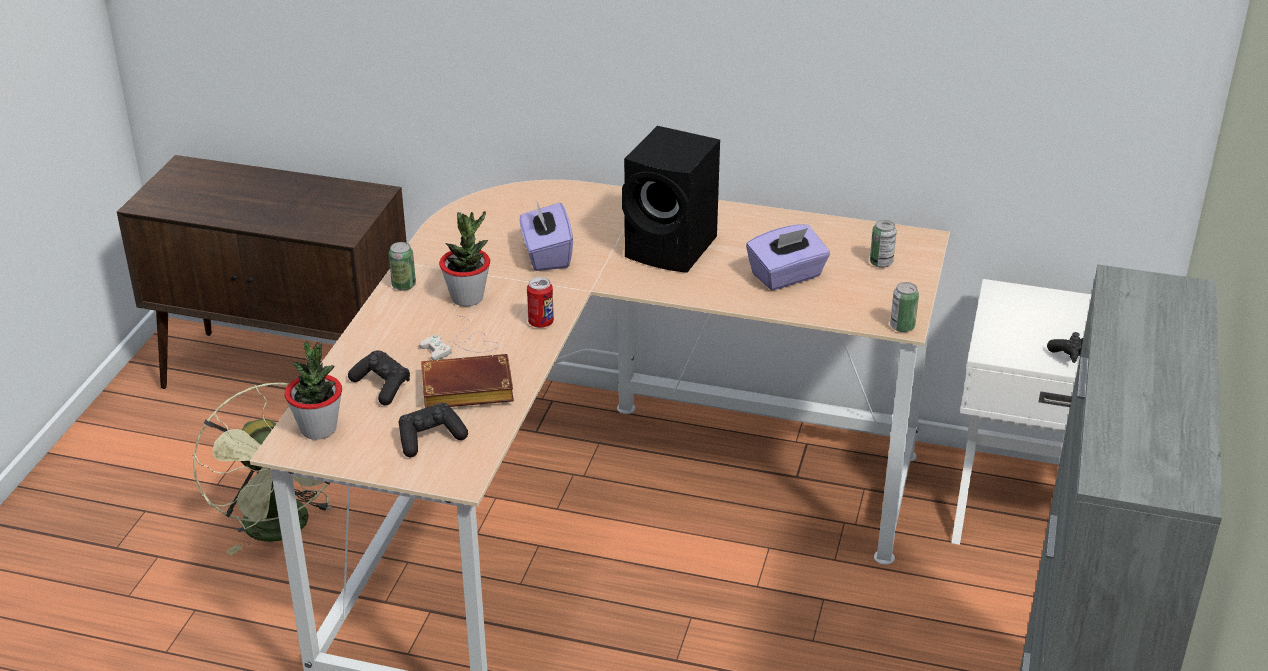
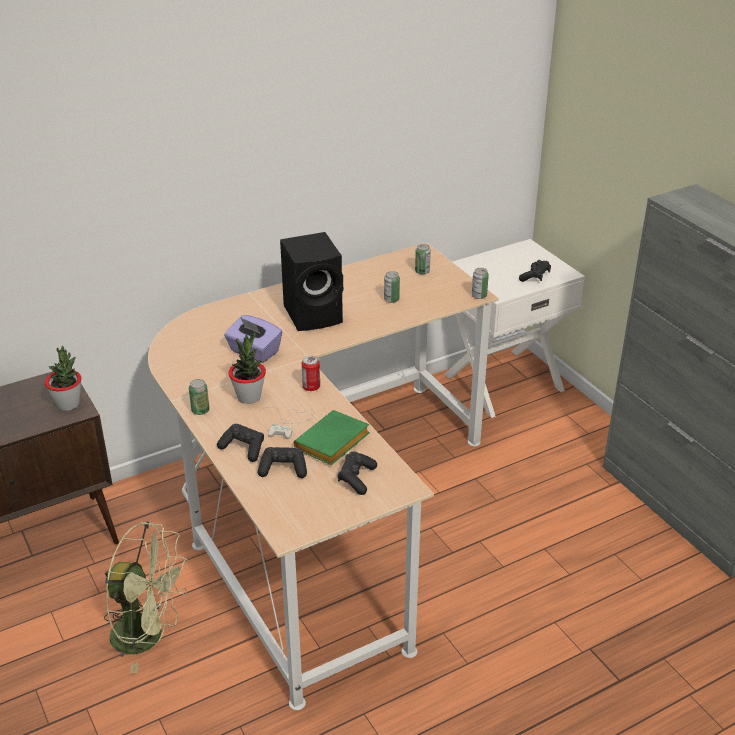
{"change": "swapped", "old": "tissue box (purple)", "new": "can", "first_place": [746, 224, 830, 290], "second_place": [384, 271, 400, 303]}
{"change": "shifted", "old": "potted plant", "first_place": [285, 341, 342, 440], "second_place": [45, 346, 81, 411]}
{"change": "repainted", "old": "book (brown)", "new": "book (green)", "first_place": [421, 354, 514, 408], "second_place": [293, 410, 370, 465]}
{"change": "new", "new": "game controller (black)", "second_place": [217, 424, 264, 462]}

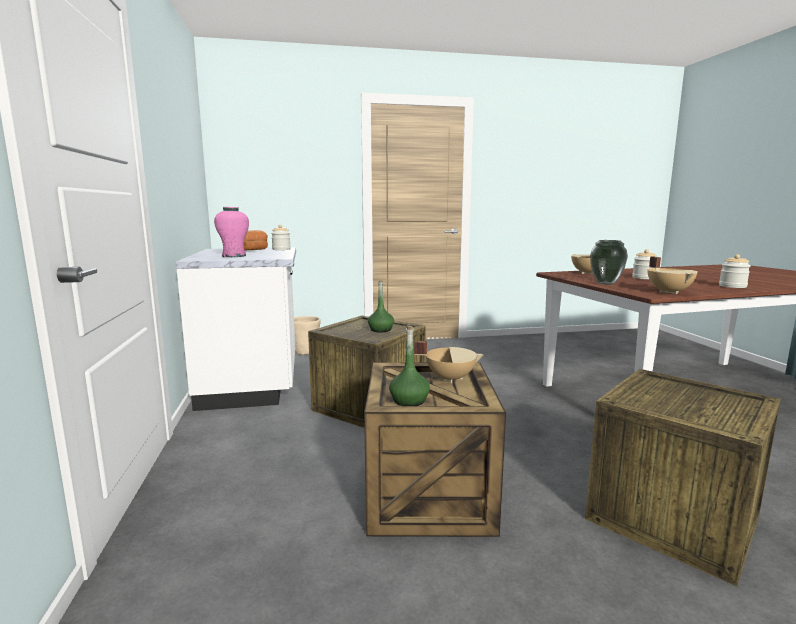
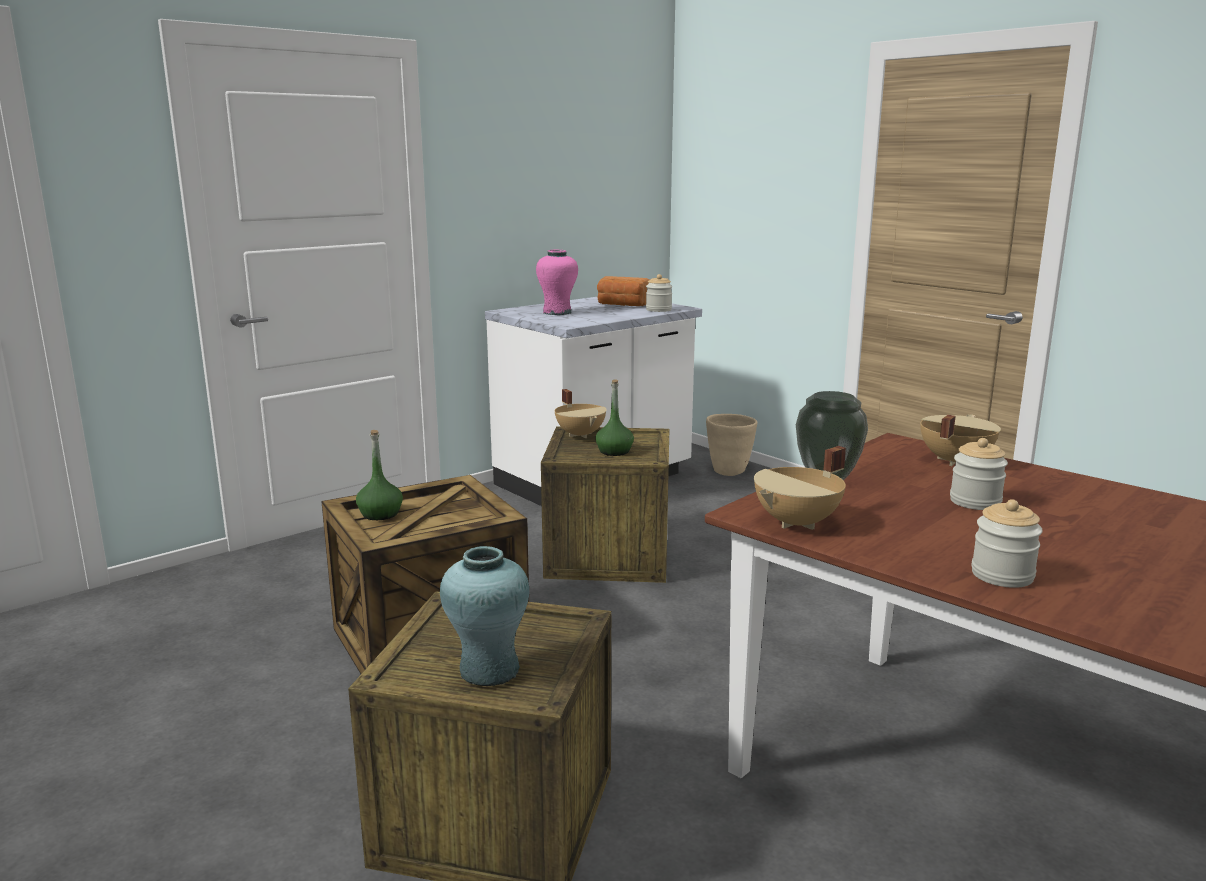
{"change": "shifted", "old": "cooking pot (beige)", "first_place": [414, 341, 484, 383], "second_place": [555, 389, 607, 438]}
{"change": "new", "new": "vase (turquoise)", "second_place": [440, 546, 529, 686]}

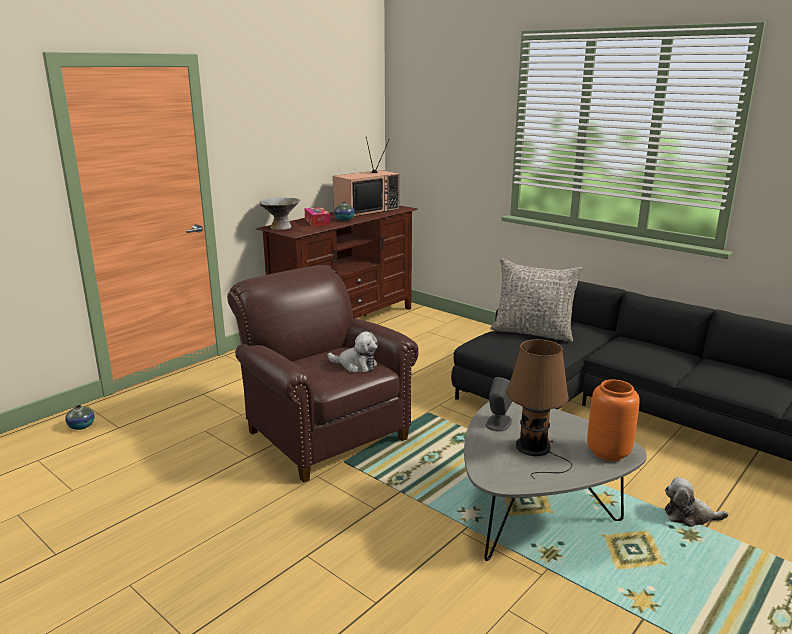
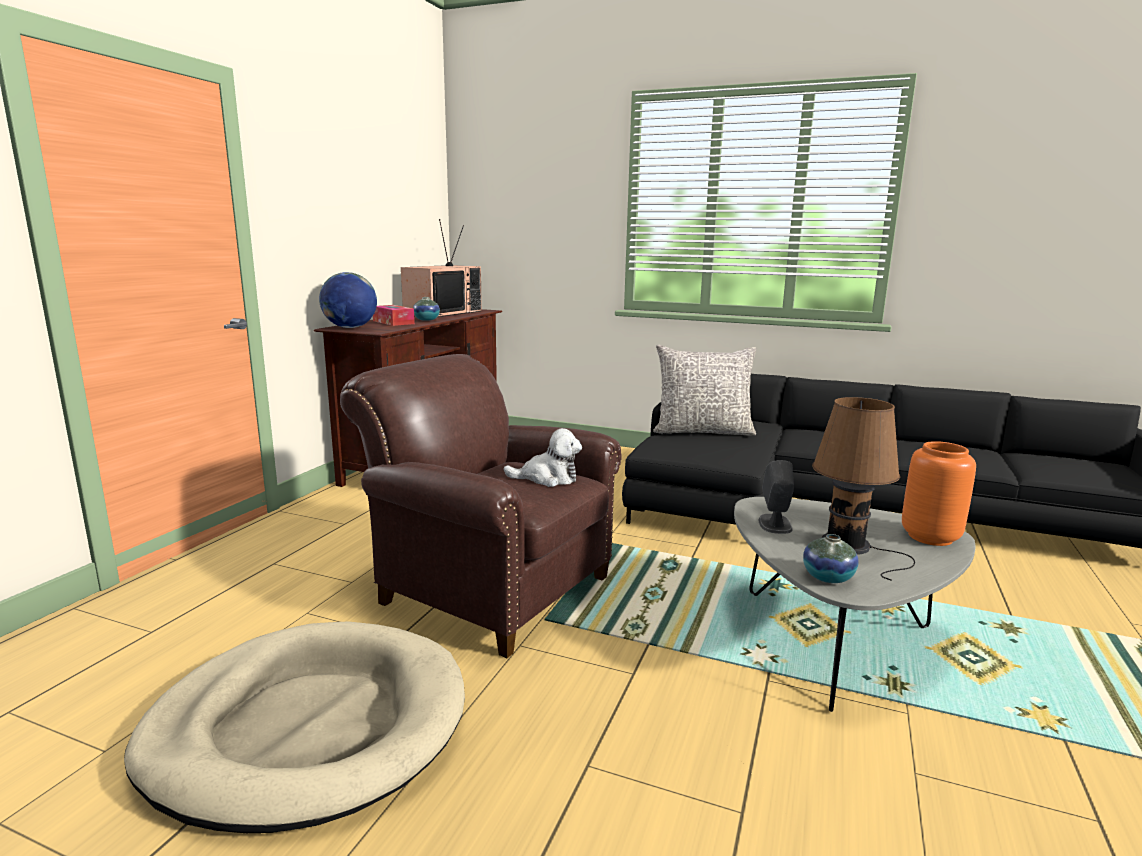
{"change": "swapped", "old": "bowl (grey)", "new": "globe", "first_place": [259, 198, 300, 230], "second_place": [319, 272, 377, 328]}
{"change": "shifted", "old": "vase", "first_place": [65, 405, 94, 430], "second_place": [803, 534, 859, 583]}
{"change": "gone", "old": "plush toy", "first_place": [665, 477, 729, 527]}
{"change": "new", "new": "dog bed (beige)", "second_place": [124, 621, 465, 833]}

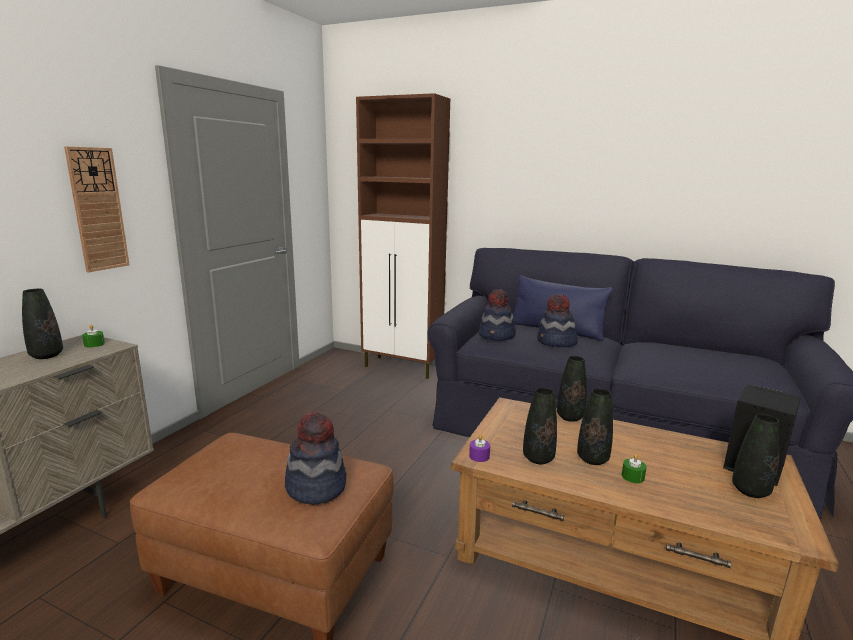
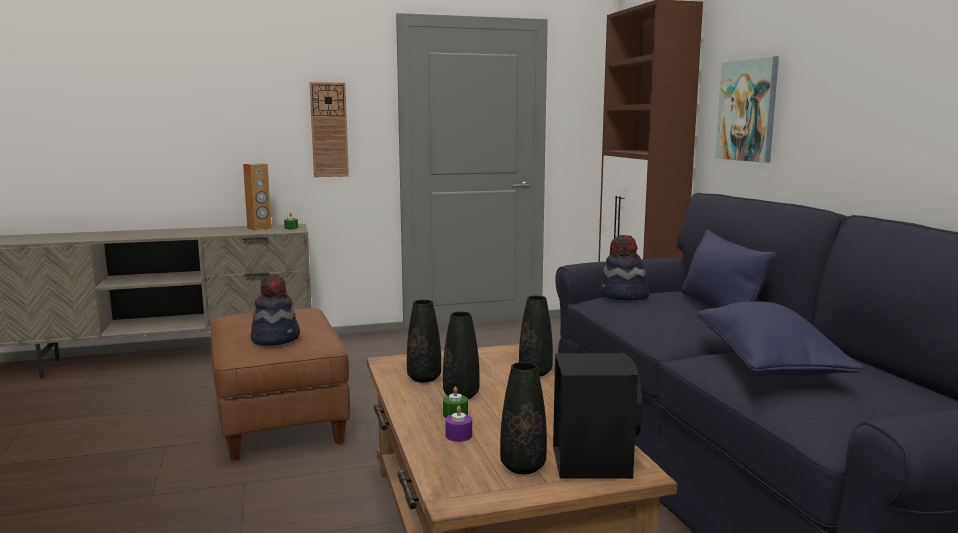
{"change": "swapped", "old": "vase (black)", "new": "speaker (brown)", "first_place": [22, 289, 63, 359], "second_place": [243, 163, 272, 230]}
{"change": "gone", "old": "hat", "first_place": [537, 294, 578, 347]}
{"change": "shifted", "old": "candle (purple)", "first_place": [469, 434, 490, 462], "second_place": [445, 405, 472, 442]}
{"change": "new", "new": "picture", "second_place": [715, 56, 779, 163]}
{"change": "new", "new": "pillow (blue)", "second_place": [697, 301, 864, 375]}

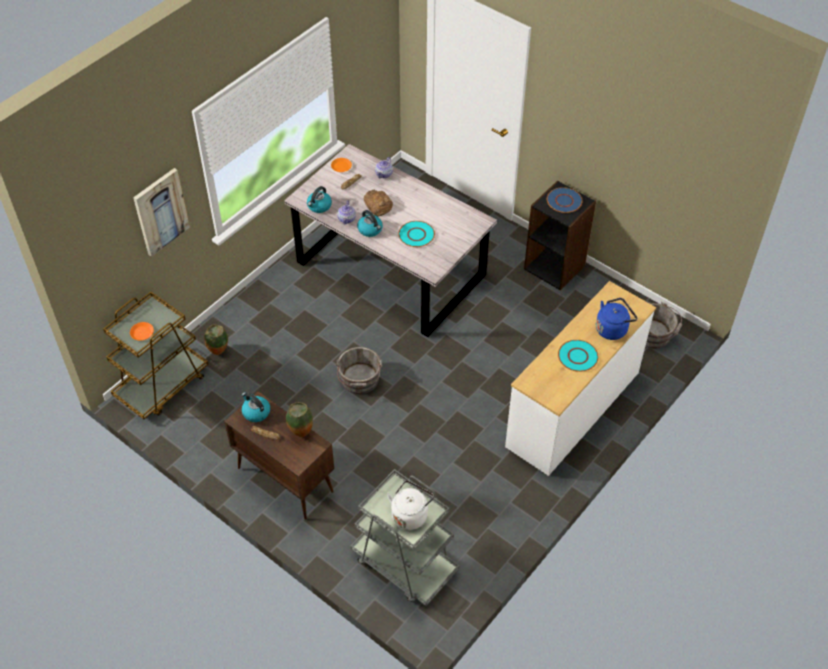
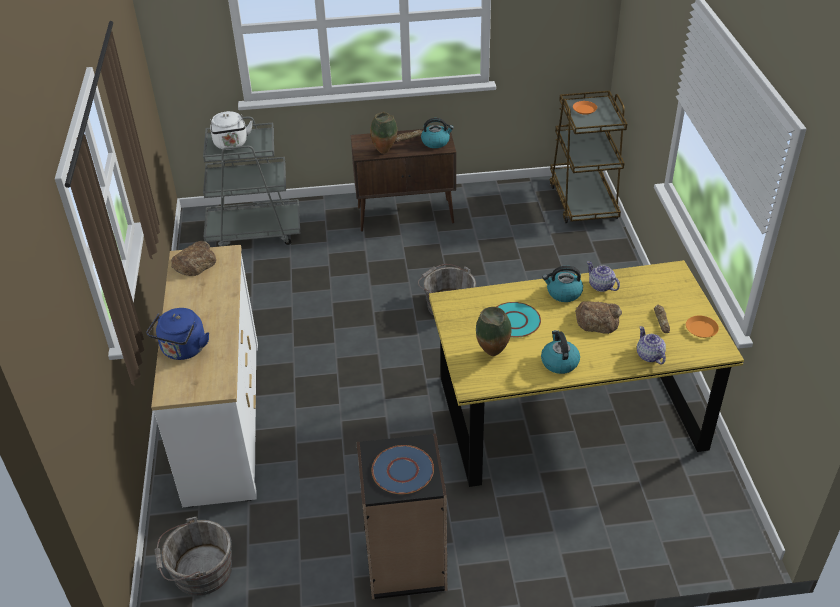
{"change": "repainted", "old": "dining table (grey)", "new": "dining table (yellow)", "first_place": [284, 144, 497, 337], "second_place": [429, 260, 744, 487]}
{"change": "gone", "old": "picture", "first_place": [133, 168, 190, 257]}
{"change": "shifted", "old": "kettle", "first_place": [307, 186, 332, 213], "second_place": [541, 330, 580, 374]}
{"change": "shifted", "old": "vase", "first_place": [204, 324, 228, 355], "second_place": [476, 307, 512, 356]}
{"change": "gone", "old": "plate (turquoise)", "first_place": [558, 340, 598, 372]}
{"change": "new", "new": "bread", "second_place": [171, 241, 216, 276]}

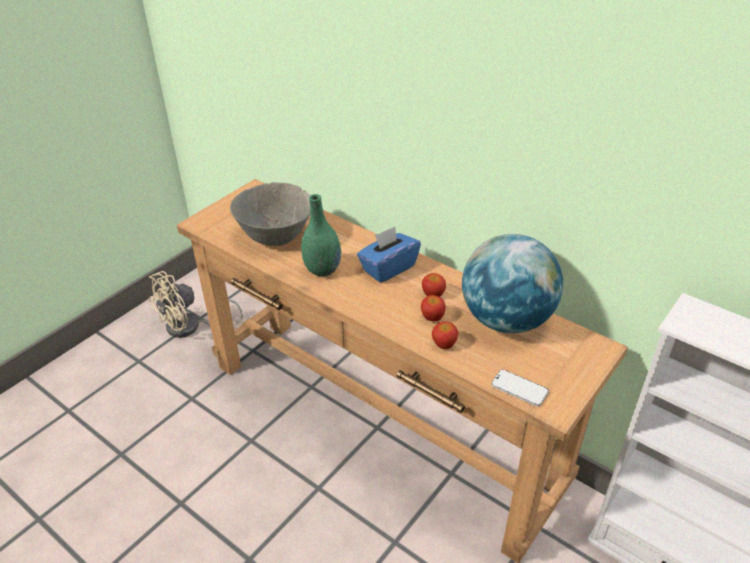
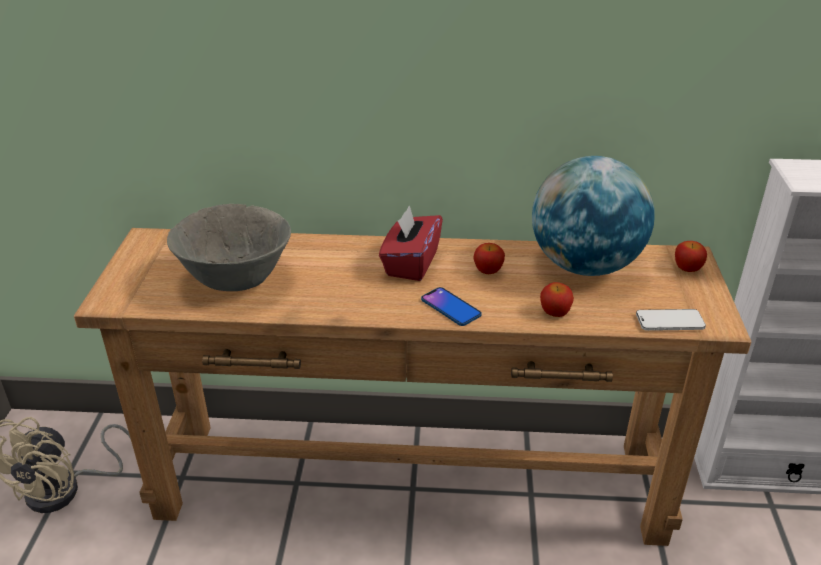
{"change": "gone", "old": "vase (green)", "first_place": [301, 194, 341, 276]}
{"change": "repainted", "old": "tissue box (blue)", "new": "tissue box (red)", "first_place": [357, 226, 421, 283], "second_place": [379, 205, 443, 281]}
{"change": "shifted", "old": "apple", "first_place": [421, 295, 446, 321], "second_place": [675, 241, 707, 272]}
{"change": "new", "new": "phone", "second_place": [421, 287, 482, 326]}

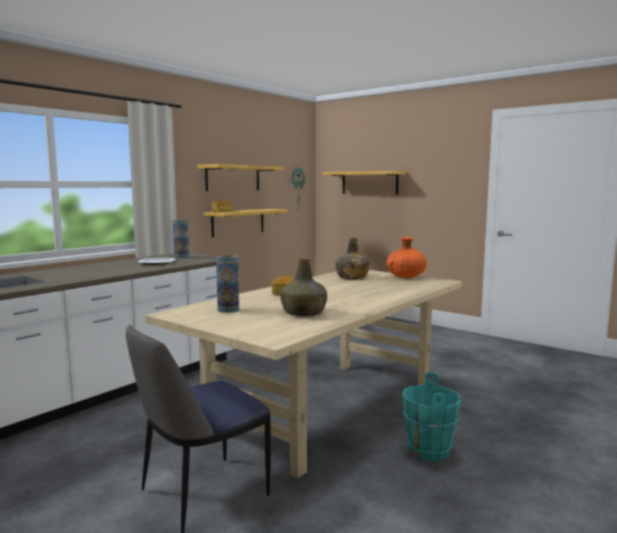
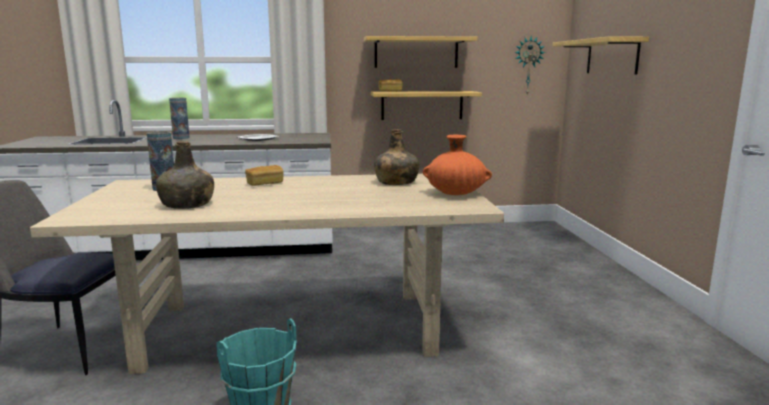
{"change": "shifted", "old": "vase", "first_place": [172, 219, 189, 258], "second_place": [169, 98, 190, 139]}

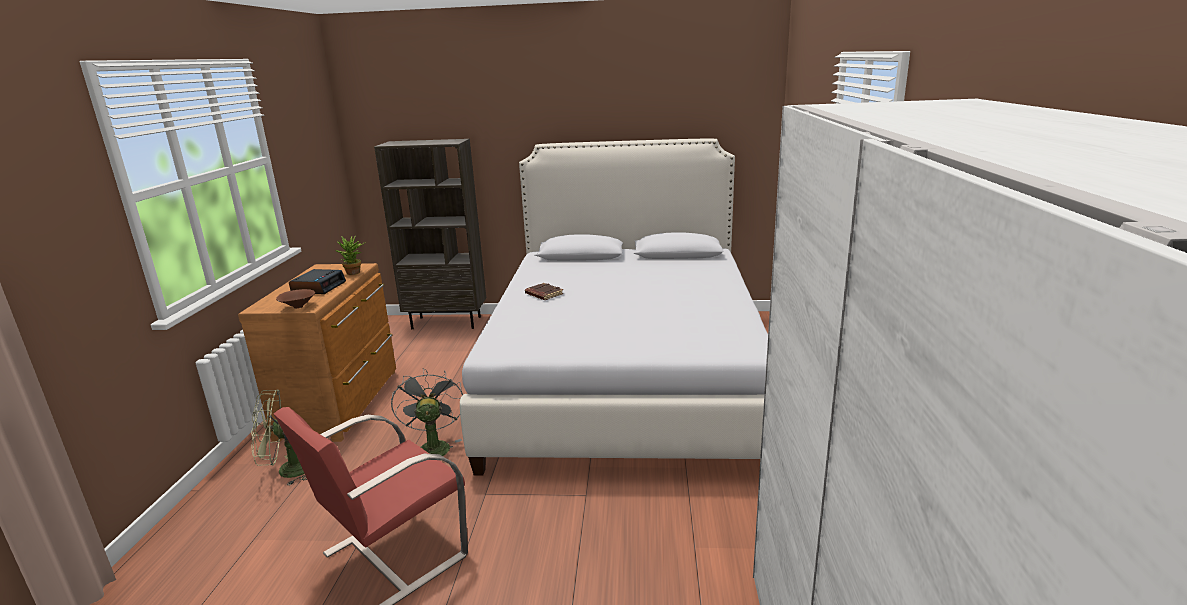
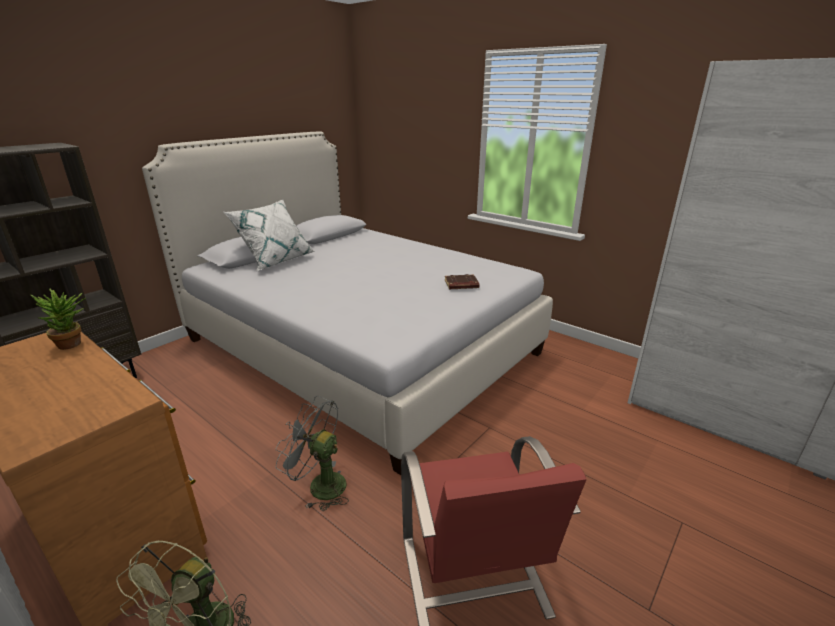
{"change": "gone", "old": "alarm clock", "first_place": [289, 269, 346, 294]}
{"change": "shifted", "old": "book (brown)", "first_place": [525, 283, 563, 300], "second_place": [445, 274, 479, 289]}
{"change": "gone", "old": "bowl (brown)", "first_place": [276, 289, 315, 309]}
{"change": "new", "new": "pillow (white)", "second_place": [224, 200, 315, 271]}

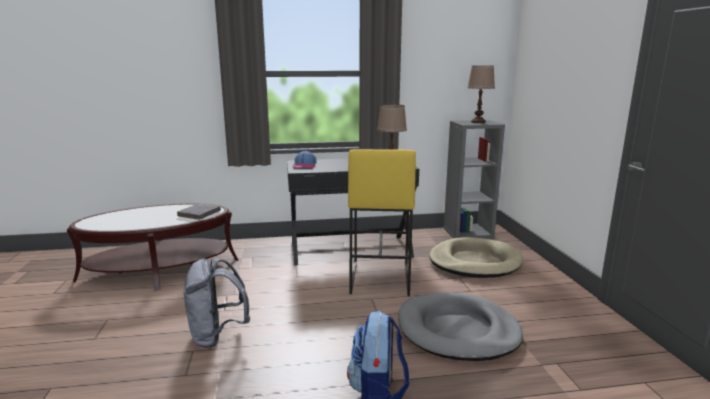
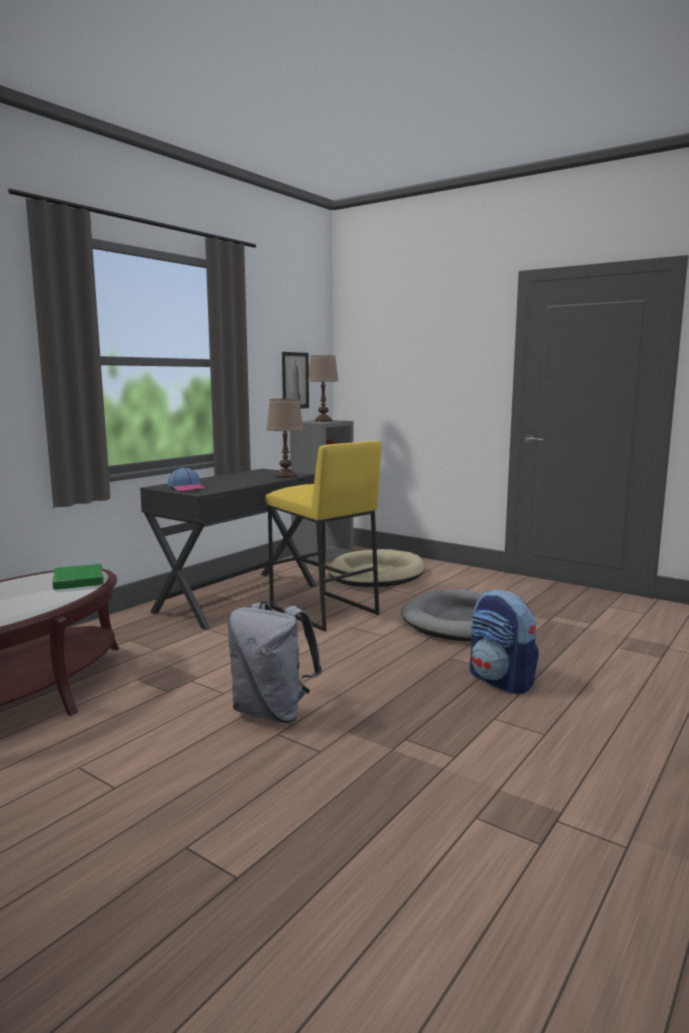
{"change": "repainted", "old": "book (grey)", "new": "book (green)", "first_place": [177, 203, 221, 220], "second_place": [53, 564, 104, 590]}
{"change": "new", "new": "picture", "second_place": [282, 352, 309, 409]}

